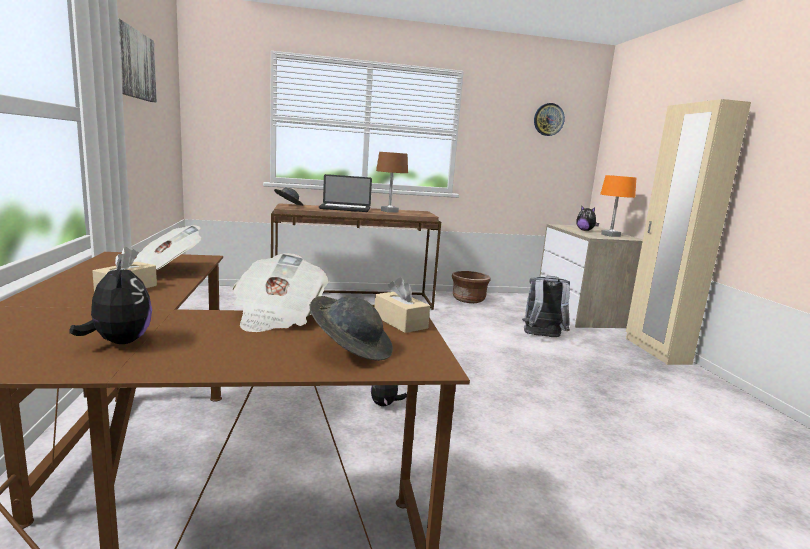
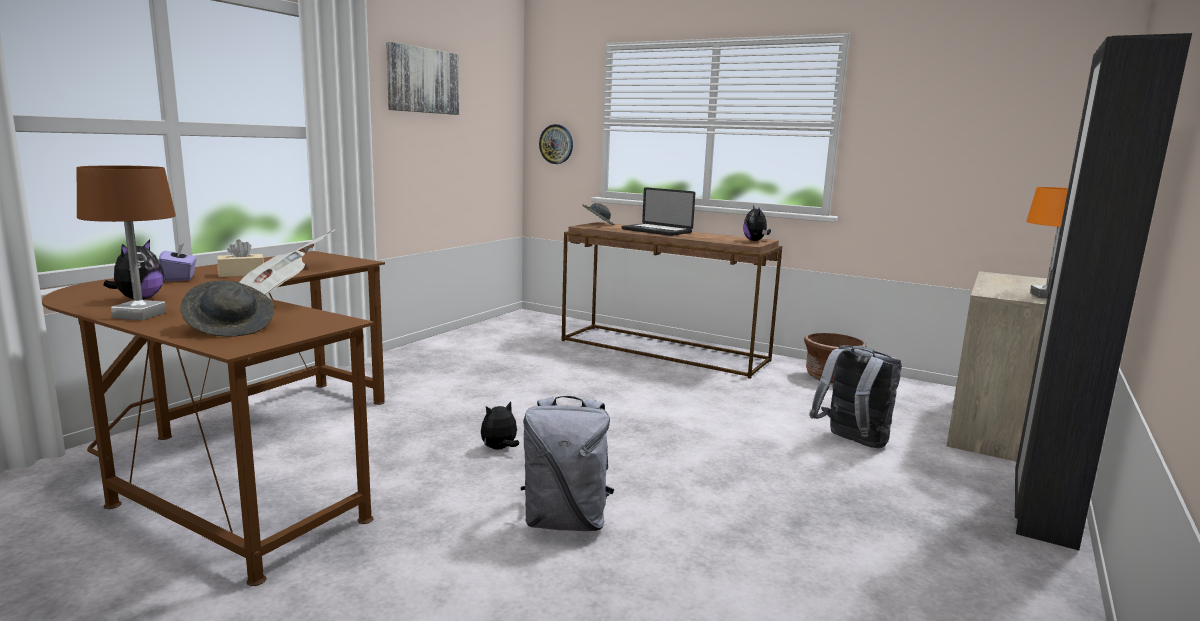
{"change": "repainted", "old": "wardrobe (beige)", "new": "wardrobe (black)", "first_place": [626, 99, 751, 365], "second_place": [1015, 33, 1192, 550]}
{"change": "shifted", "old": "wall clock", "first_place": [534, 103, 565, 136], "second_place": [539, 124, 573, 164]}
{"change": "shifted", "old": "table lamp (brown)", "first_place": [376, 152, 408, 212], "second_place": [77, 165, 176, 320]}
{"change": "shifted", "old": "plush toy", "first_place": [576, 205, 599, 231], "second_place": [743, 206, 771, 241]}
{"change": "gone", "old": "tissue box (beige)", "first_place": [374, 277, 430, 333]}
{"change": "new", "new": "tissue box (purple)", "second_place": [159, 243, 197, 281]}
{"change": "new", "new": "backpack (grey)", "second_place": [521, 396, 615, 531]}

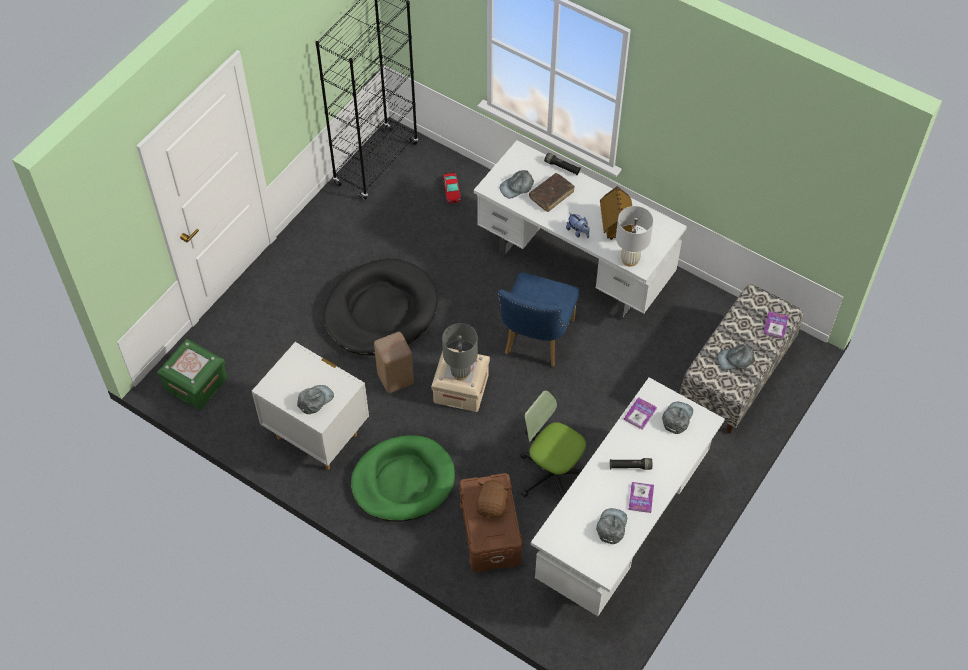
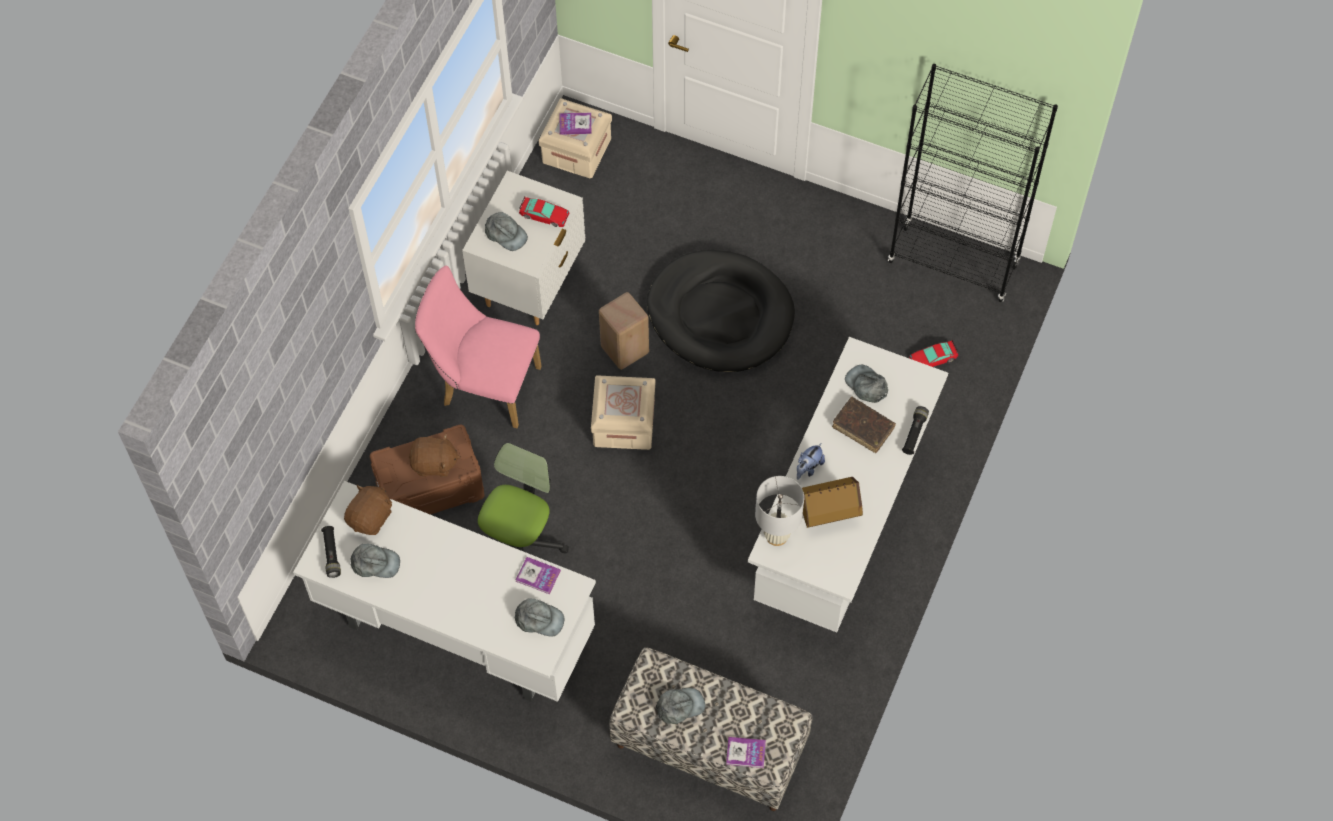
{"change": "gone", "old": "chair (blue)", "first_place": [498, 272, 579, 367]}
{"change": "gone", "old": "table lamp (grey)", "first_place": [442, 323, 478, 381]}
{"change": "repainted", "old": "storage box (green)", "new": "storage box (beige)", "first_place": [157, 339, 227, 410], "second_place": [539, 98, 612, 178]}
{"change": "rotated", "old": "cap (grey)", "first_place": [717, 344, 755, 370], "second_place": [656, 688, 705, 724], "degrees": 90}
{"change": "swapped", "old": "dog bed (green)", "new": "chair (pink)", "first_place": [351, 435, 455, 522], "second_place": [415, 266, 542, 428]}
{"change": "shifted", "old": "flashlight (black)", "first_place": [610, 458, 652, 470], "second_place": [321, 526, 341, 578]}
{"change": "shifted", "old": "book", "first_place": [629, 482, 654, 513], "second_place": [560, 113, 592, 135]}
{"change": "new", "new": "toy car", "second_place": [519, 197, 569, 227]}
{"change": "new", "new": "plush toy (brown)", "second_place": [344, 485, 392, 535]}

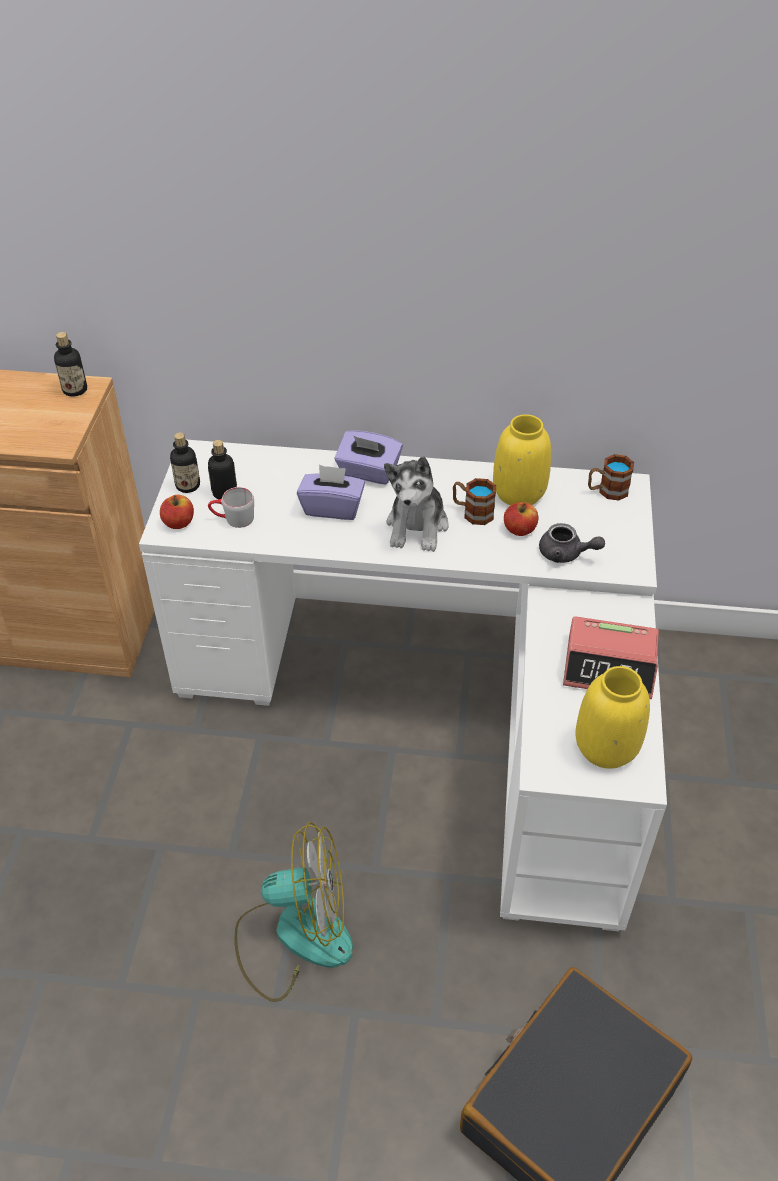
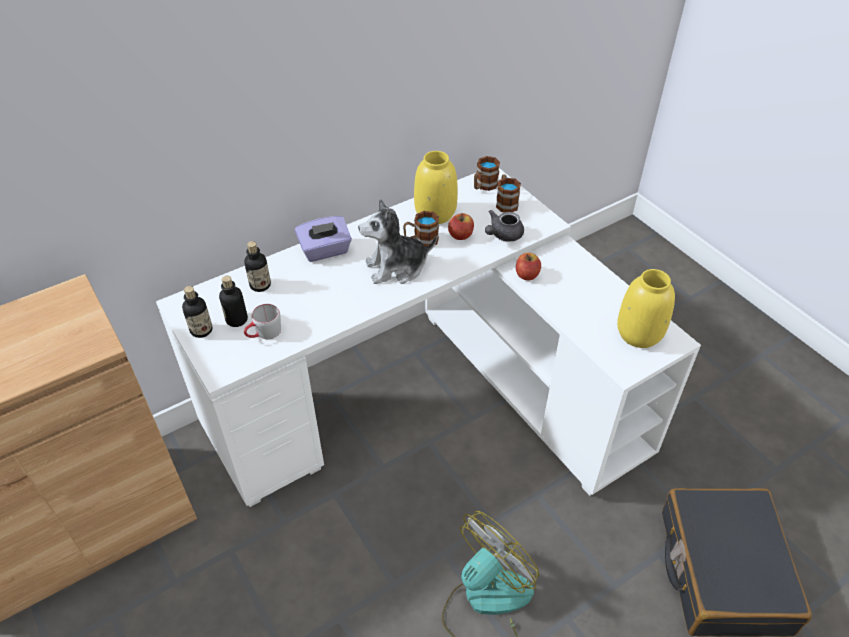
{"change": "shifted", "old": "bottle", "first_place": [54, 332, 87, 397], "second_place": [244, 241, 271, 292]}
{"change": "rotated", "old": "plush toy", "first_place": [384, 456, 448, 552], "second_place": [358, 199, 437, 284], "degrees": 105}
{"change": "gone", "old": "tissue box (purple)", "first_place": [297, 465, 365, 520]}
{"change": "shifted", "old": "apple", "first_place": [160, 495, 194, 529], "second_place": [516, 253, 541, 280]}
{"change": "rotated", "old": "teapot (grey)", "first_place": [539, 523, 605, 563], "second_place": [485, 210, 524, 242], "degrees": 150}
{"change": "gone", "old": "alarm clock", "first_place": [563, 616, 659, 699]}
{"change": "new", "new": "mug", "second_place": [496, 174, 521, 212]}

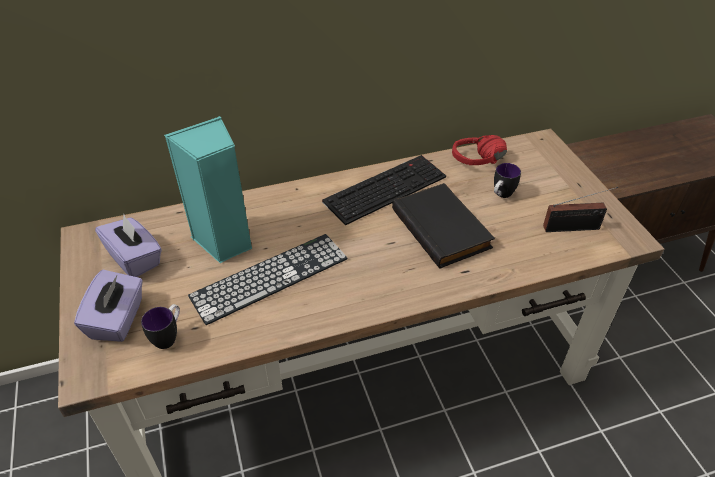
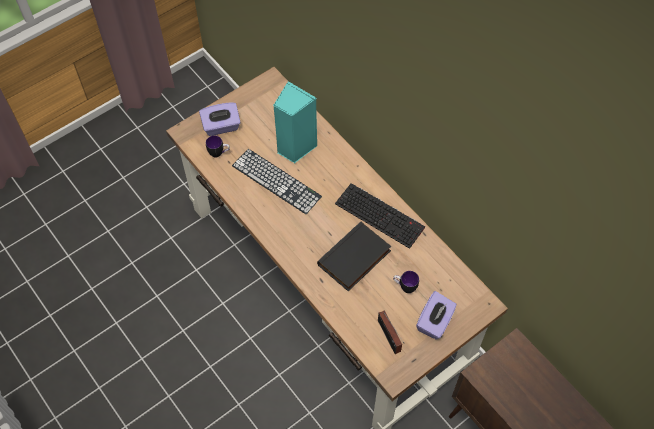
{"change": "gone", "old": "headphones (red)", "first_place": [452, 135, 507, 165]}
{"change": "shifted", "old": "tissue box (purple)", "first_place": [95, 215, 162, 277], "second_place": [416, 291, 457, 339]}

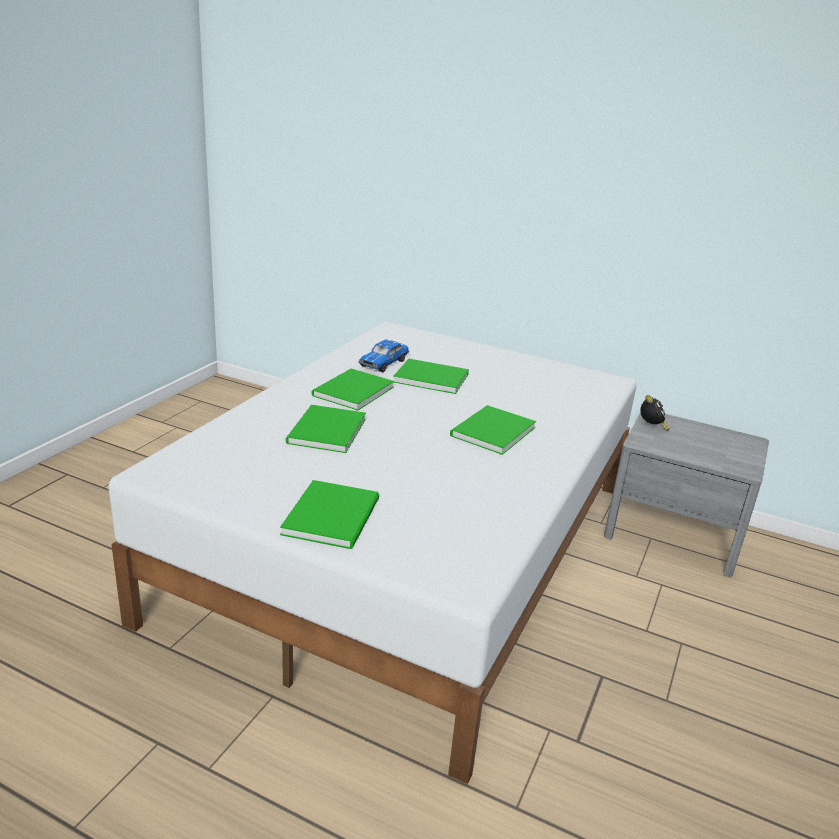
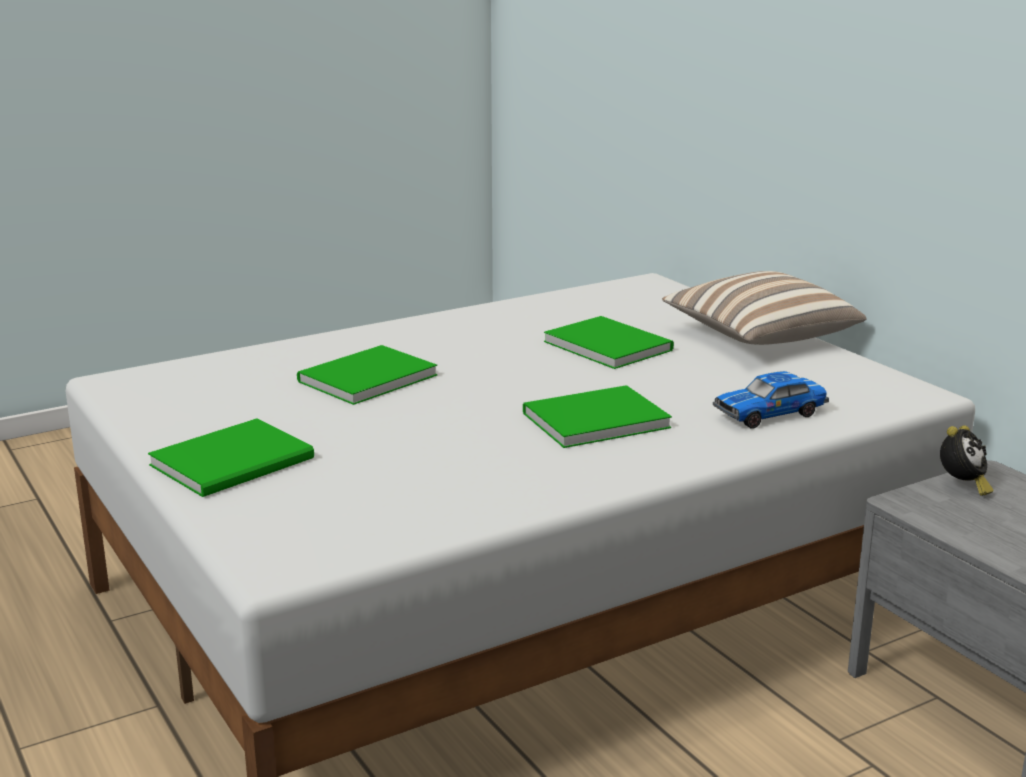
{"change": "shifted", "old": "toy car", "first_place": [359, 340, 409, 372], "second_place": [713, 371, 829, 429]}
{"change": "gone", "old": "book (green)", "first_place": [312, 369, 394, 411]}
{"change": "new", "new": "pillow", "second_place": [662, 271, 867, 345]}

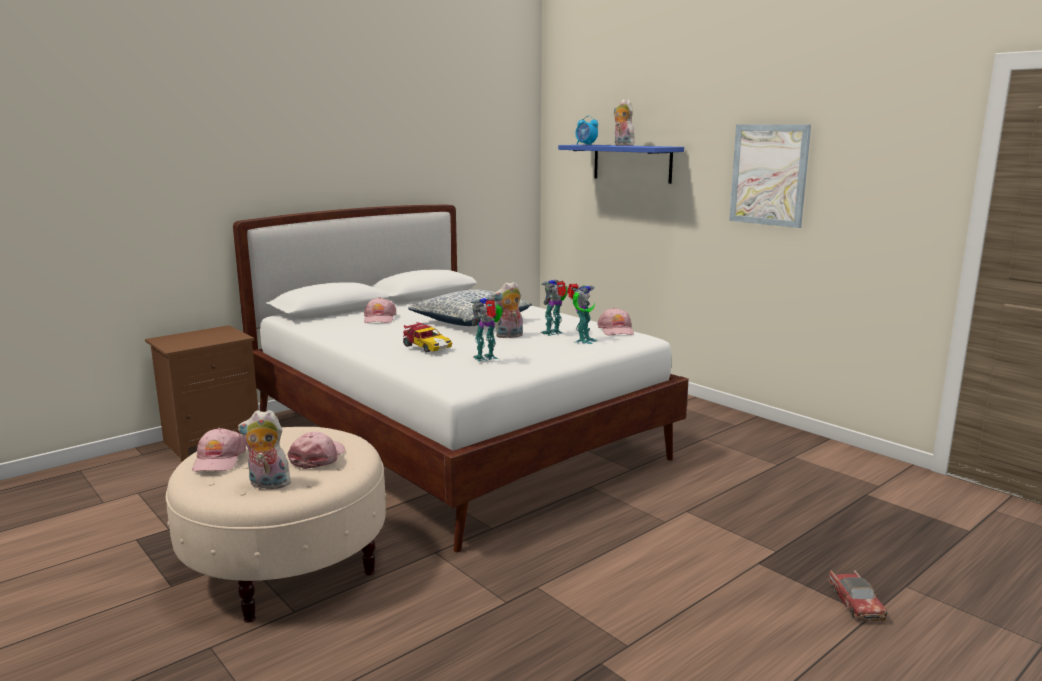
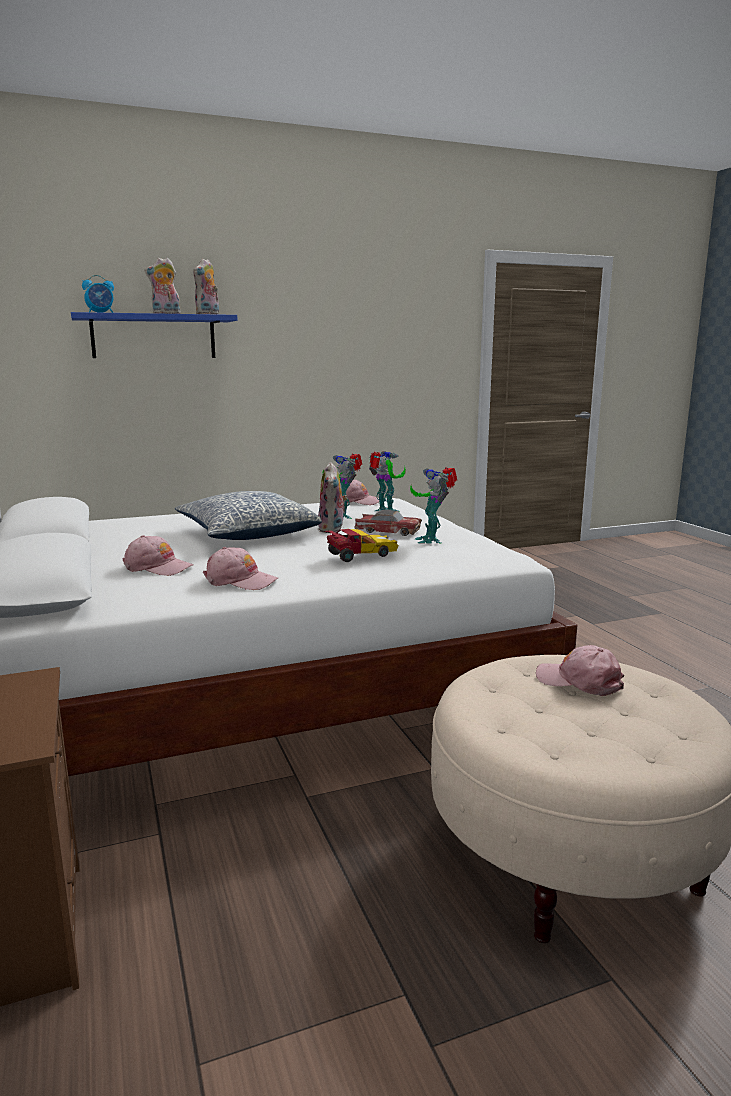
{"change": "gone", "old": "picture", "first_place": [729, 124, 811, 228]}
{"change": "shifted", "old": "plush toy", "first_place": [238, 410, 293, 489], "second_place": [193, 259, 219, 314]}
{"change": "shifted", "old": "cap (pink)", "first_place": [192, 428, 246, 472], "second_place": [203, 547, 278, 590]}
{"change": "shifted", "old": "toy car", "first_place": [828, 570, 888, 621], "second_place": [354, 510, 422, 536]}

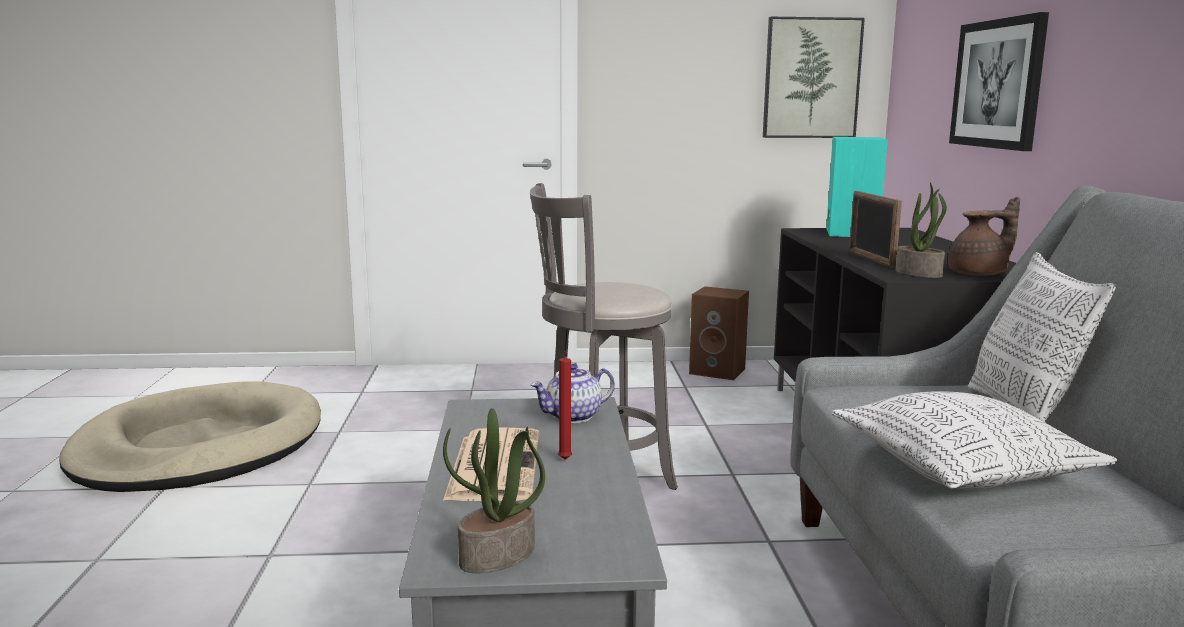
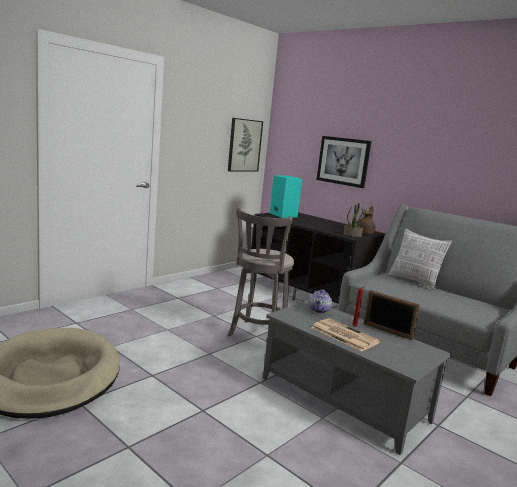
{"change": "shifted", "old": "picture frame", "first_place": [849, 191, 902, 268], "second_place": [364, 290, 420, 340]}
{"change": "gone", "old": "speaker (brown)", "first_place": [689, 287, 749, 380]}
{"change": "gone", "old": "pillow", "first_place": [831, 391, 1118, 489]}
{"change": "gone", "old": "potted plant", "first_place": [443, 408, 545, 573]}

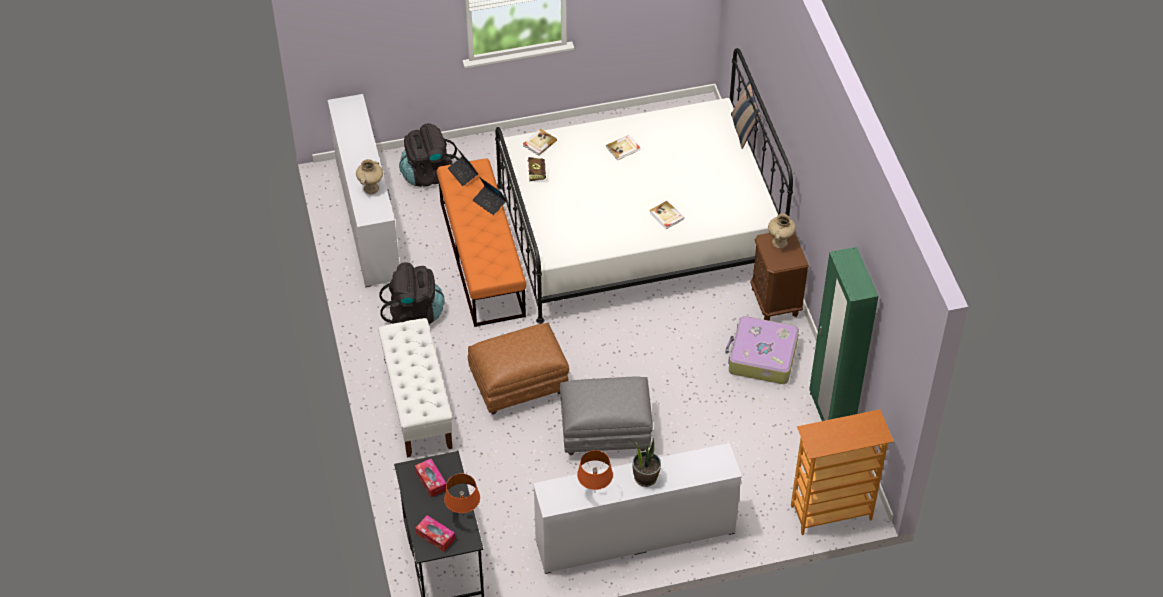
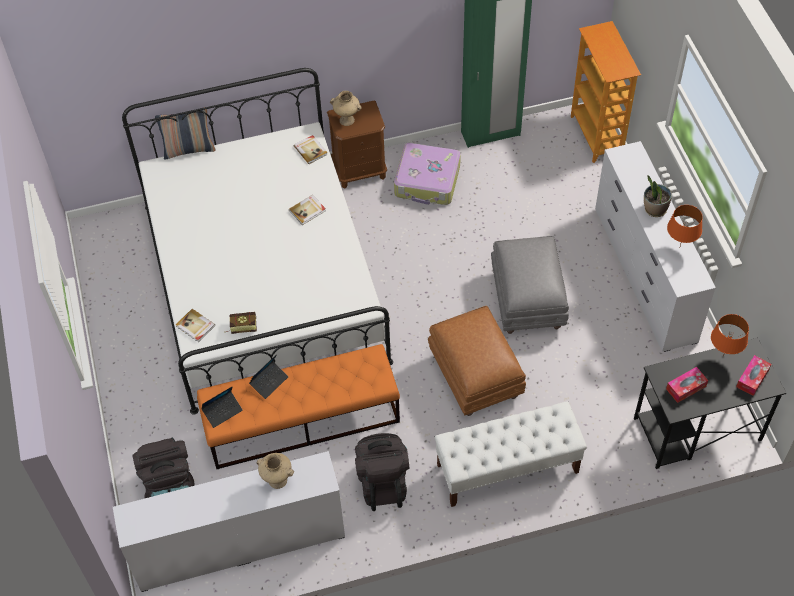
{"change": "shifted", "old": "book", "first_place": [606, 135, 640, 160], "second_place": [294, 135, 328, 164]}

